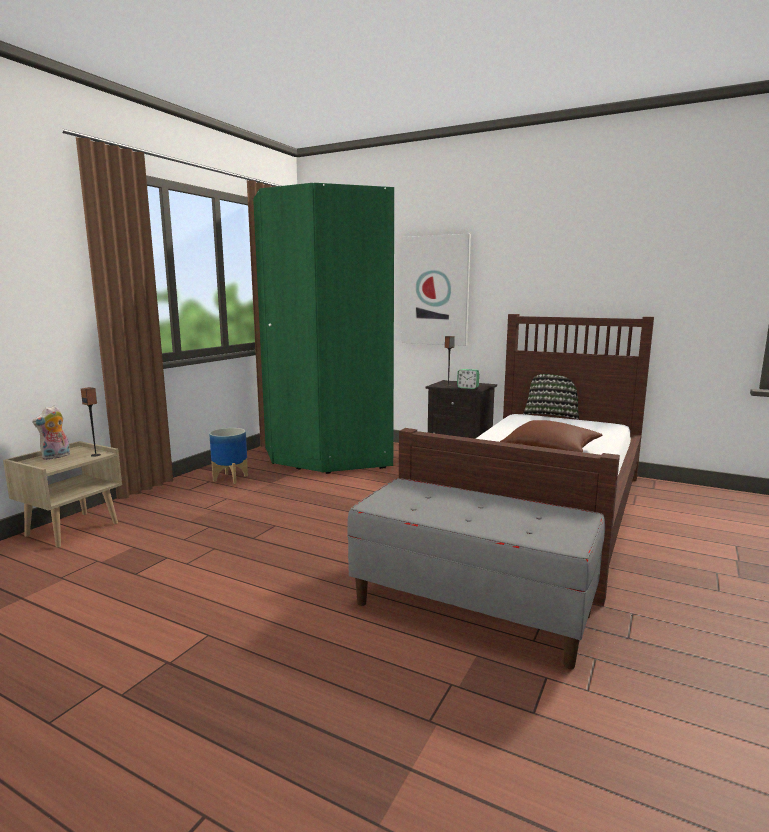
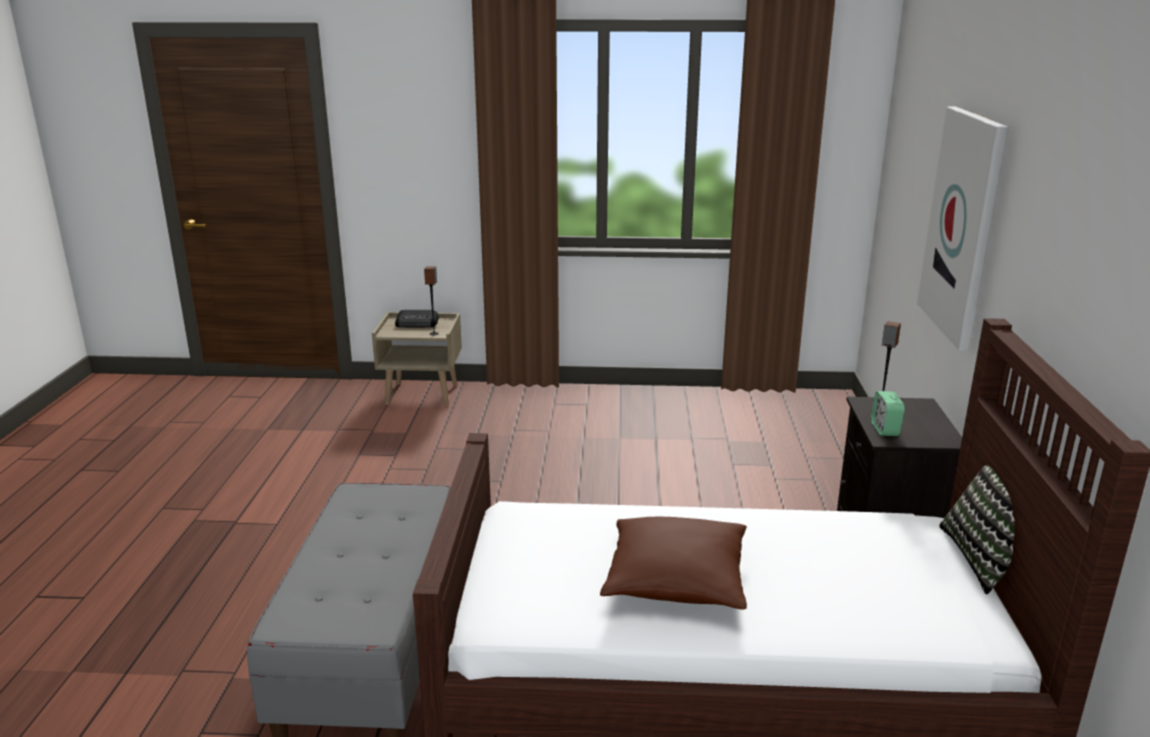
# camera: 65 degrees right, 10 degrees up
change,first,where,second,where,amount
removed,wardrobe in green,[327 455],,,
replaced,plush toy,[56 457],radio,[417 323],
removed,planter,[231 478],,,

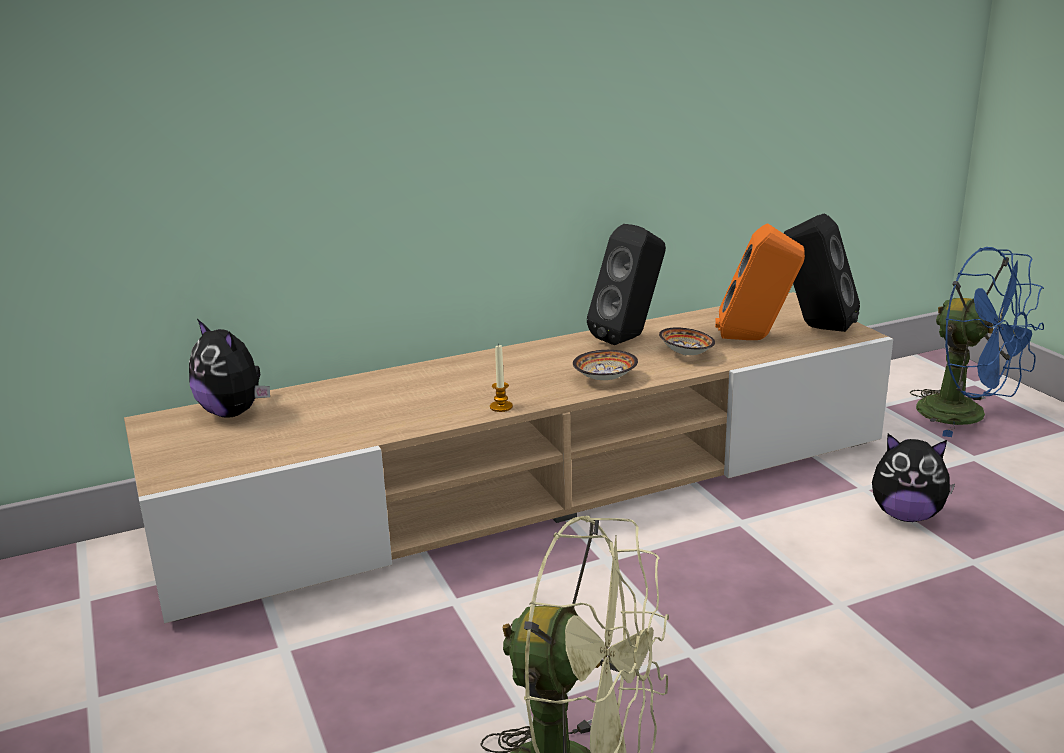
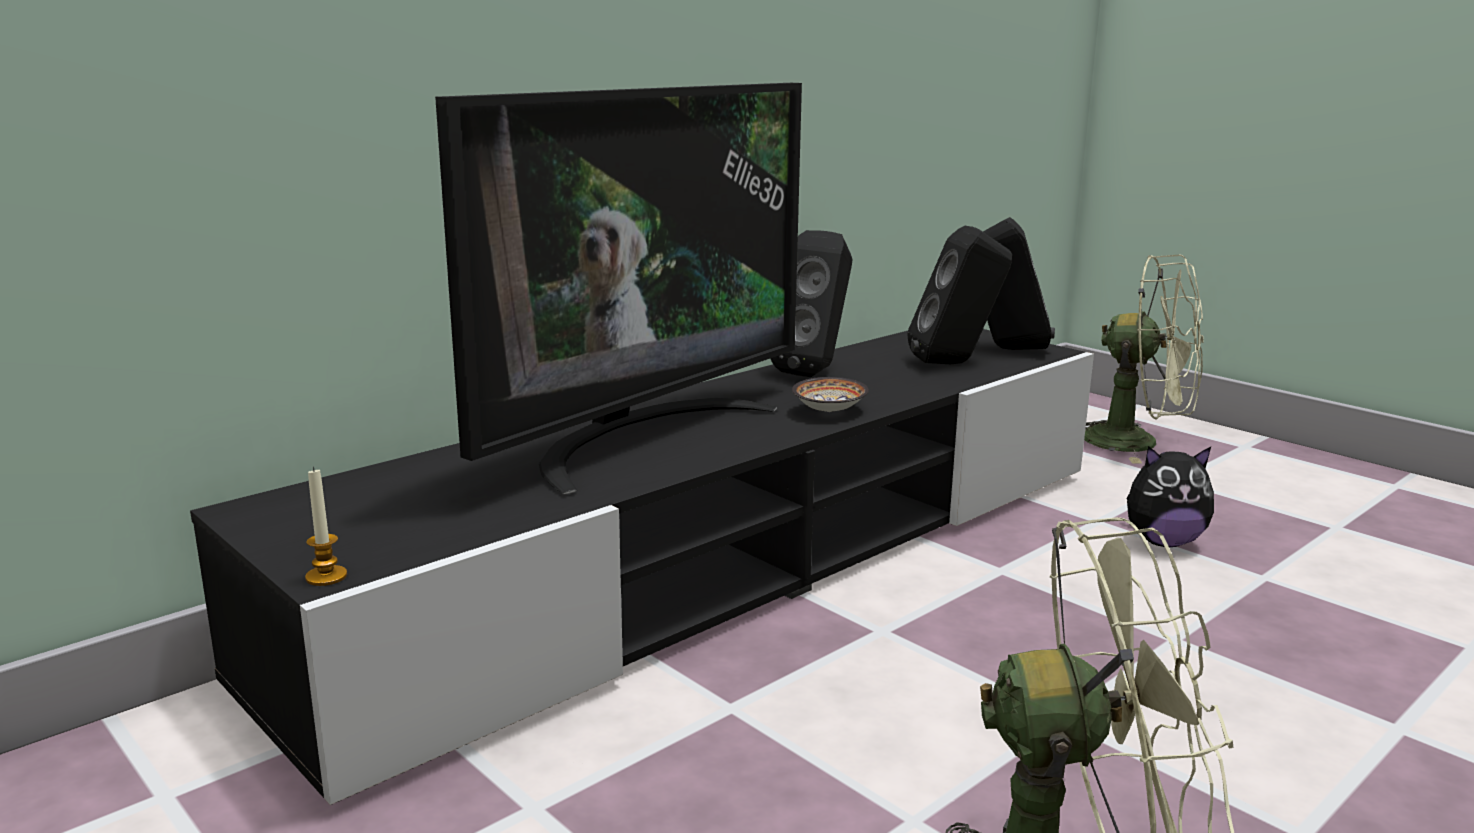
# camera: 20 degrees left, 5 degrees down
change,first,where,second,where,amount
recoloured,speaker in orange,[756 339],speaker in black,[956 363],
recoloured,fan in blue,[966 416],fan in green,[1137 443],
recoloured,tv stand in beige,[537 486],tv stand in black,[737 562],
removed,plush toy,[234 412],,,
removed,bowl,[686 354],,,
moved,candle,[501 407],,[326 577],
added,,,television,[638 436],

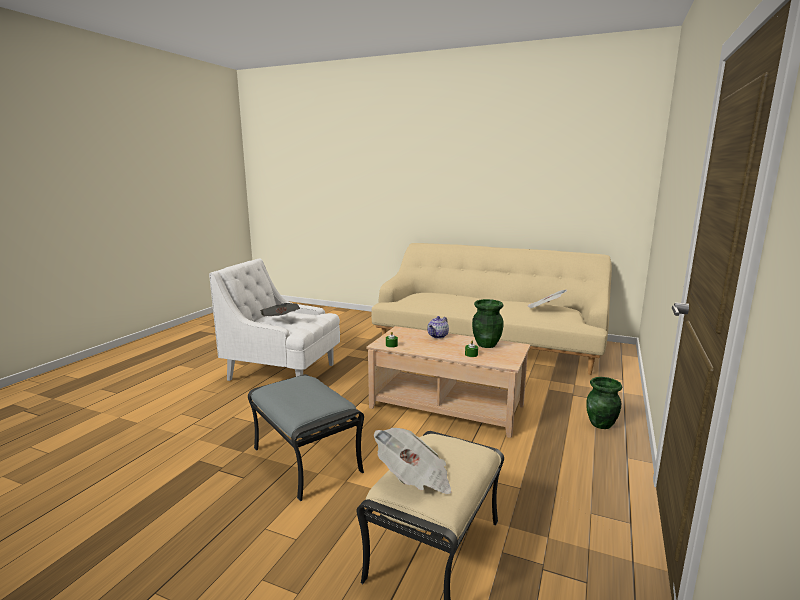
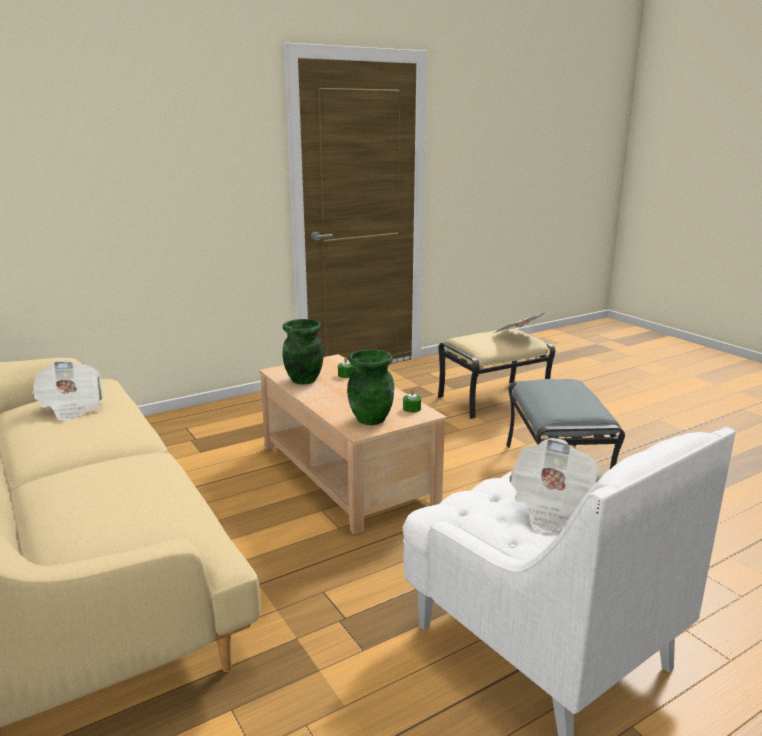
# camera: 145 degrees left, 5 degrees up
change,first,where,second,where,amount
removed,teapot,[438 336],,,
moved,vase in green,[601 424],,[371 419],

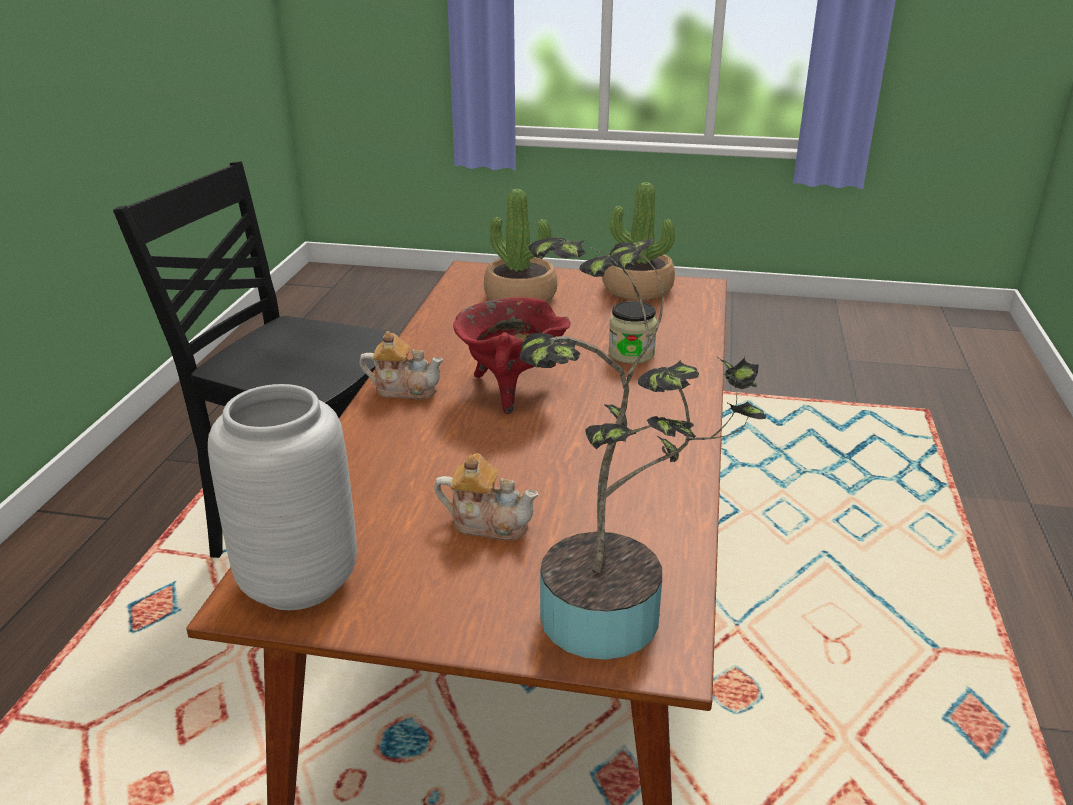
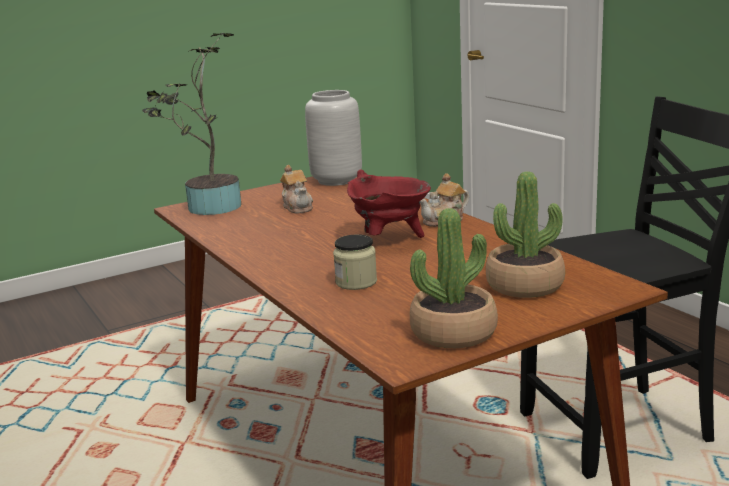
# camera: 140 degrees right, 10 degrees down
change,first,where,second,where,amount
turned,teapot,[488 523],,[298 207],90 degrees counterclockwise

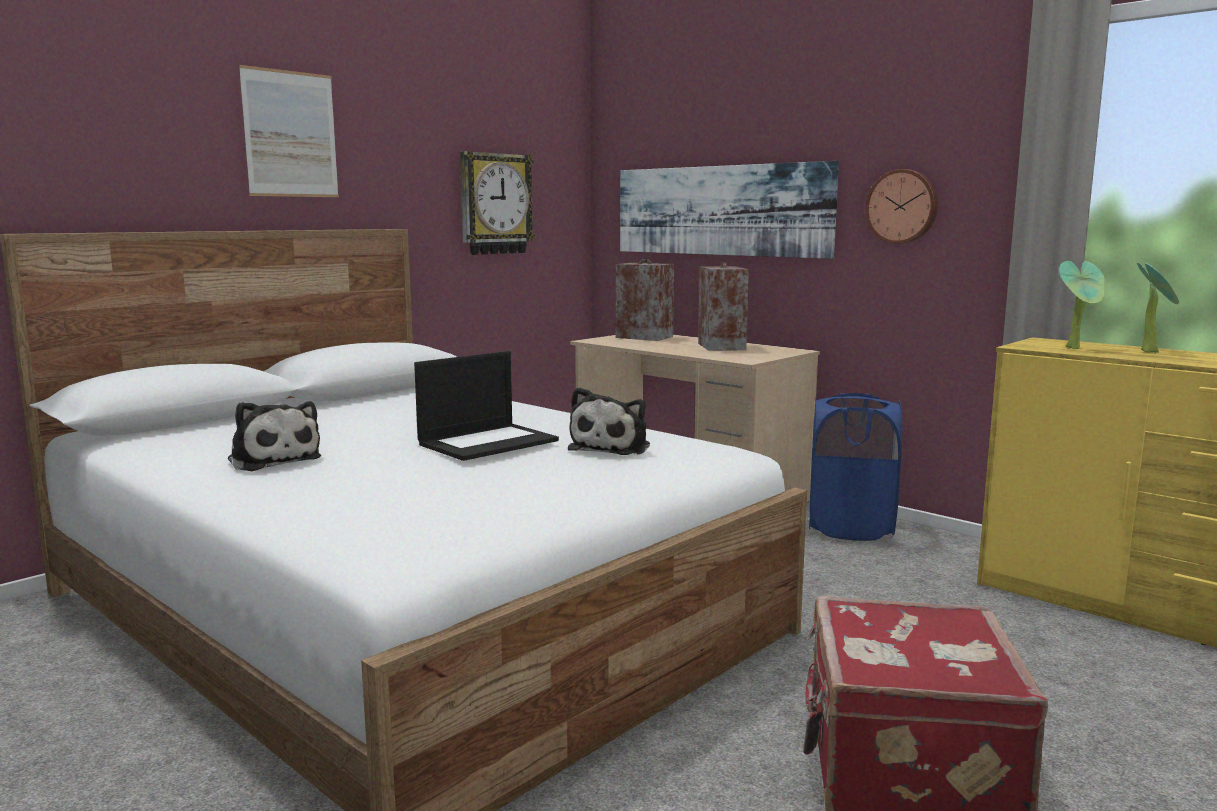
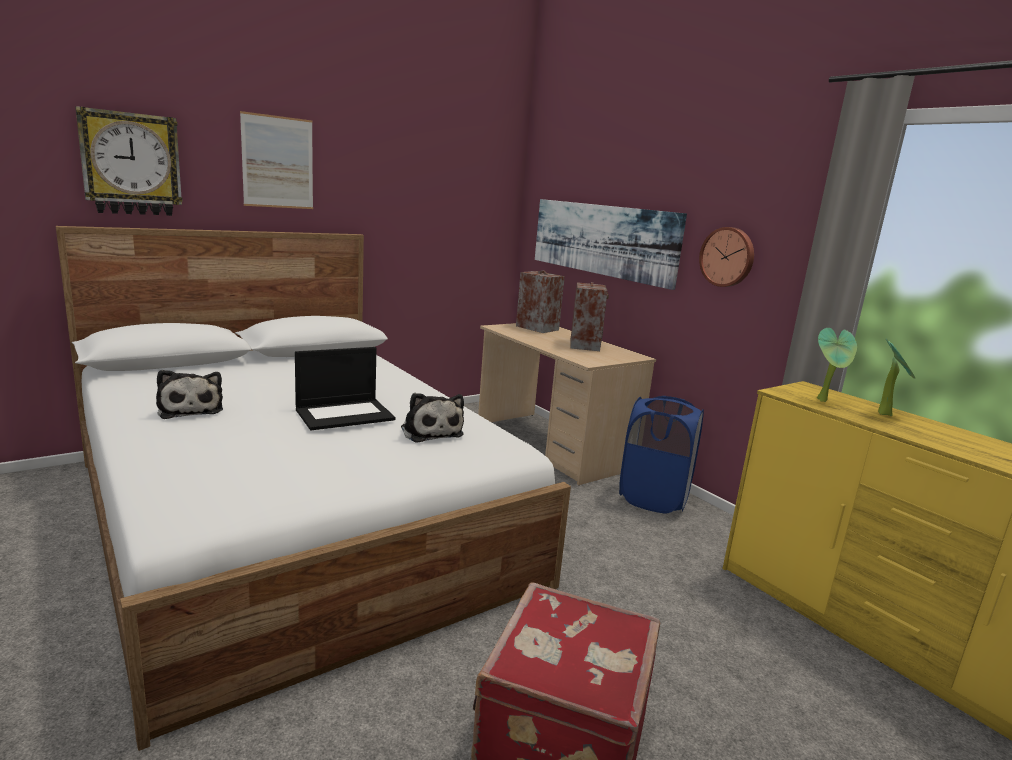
# camera: 10 degrees right, 5 degrees up
change,first,where,second,where,amount
moved,wall clock,[495 204],,[131 164],
turned,plush toy,[612 447],,[431 431],60 degrees counterclockwise

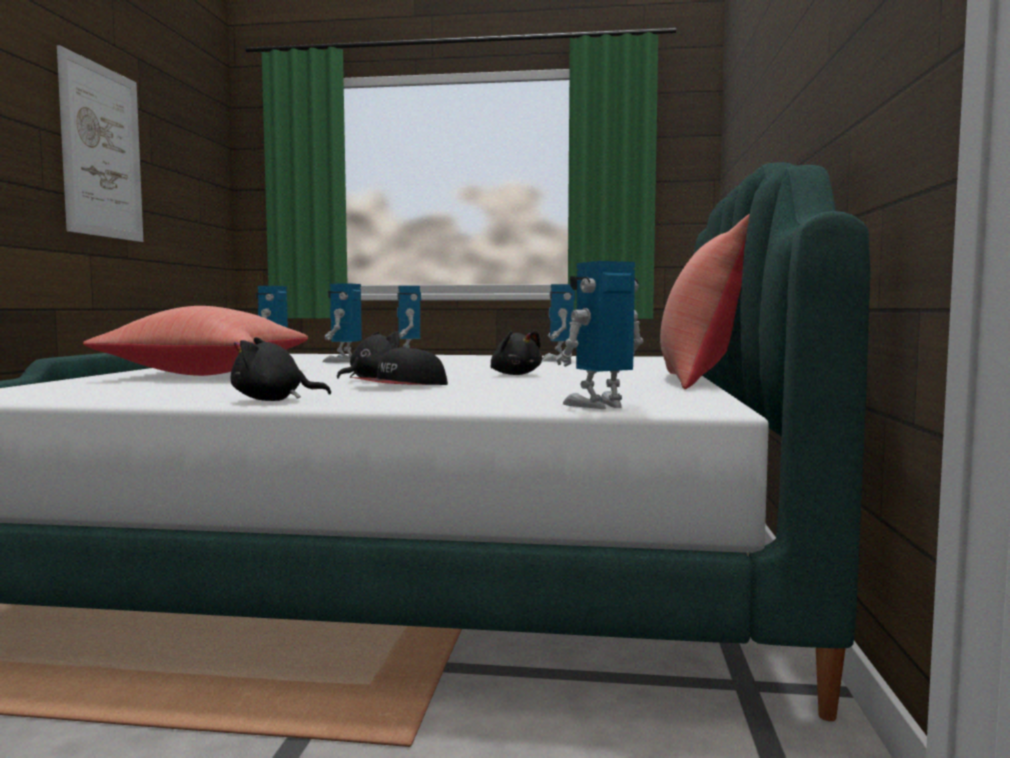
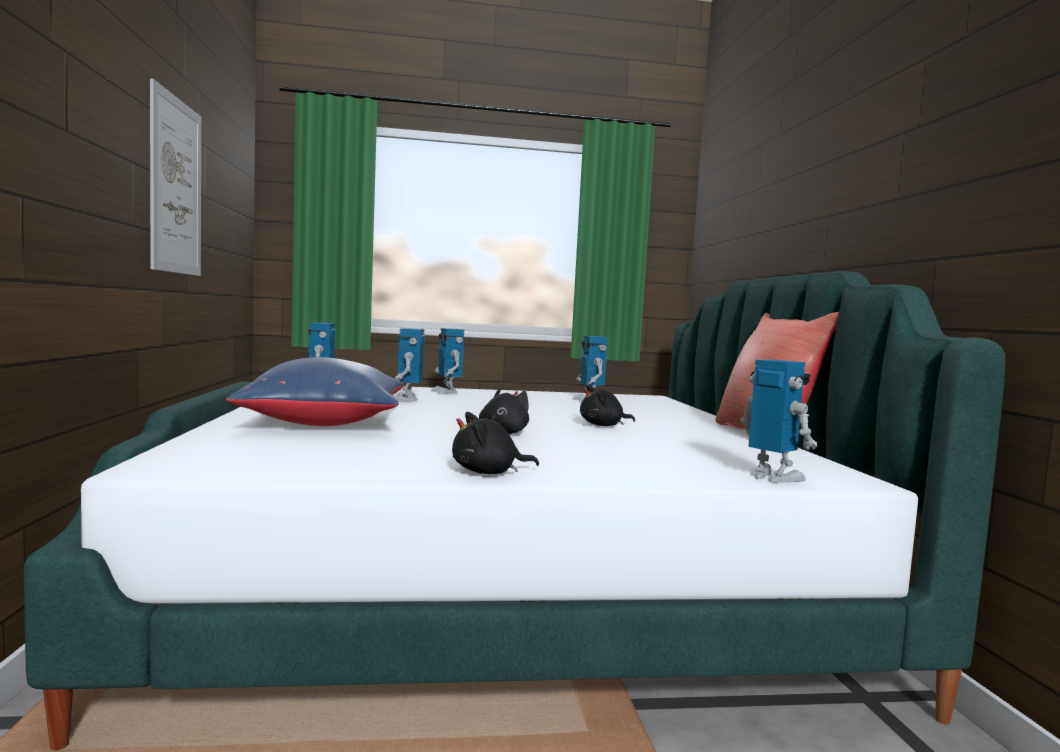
# camera: 15 degrees left, 0 degrees up
change,first,where,second,where,amount
turned,toy robot,[599 406],,[773 478],90 degrees clockwise
recoloured,pillow in red,[209 374],pillow in blue,[327 423],
turned,plush toy in black,[515 374],,[603 425],120 degrees clockwise
removed,cap,[400 386],,,

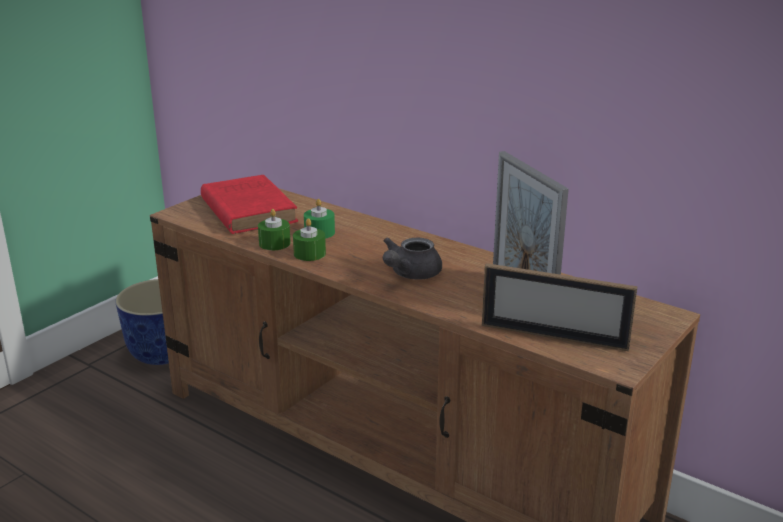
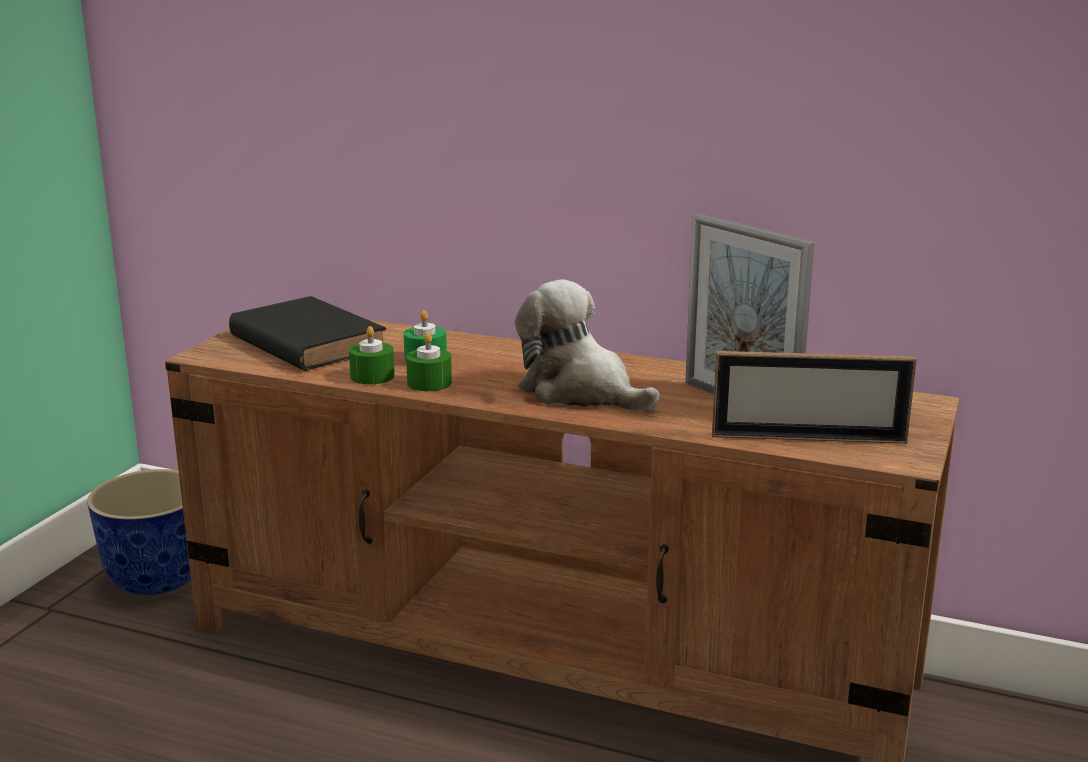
# camera: 15 degrees left, 5 degrees down
change,first,where,second,where,amount
recoloured,book in red,[247 209],book in black,[305 342],
replaced,teapot in grey,[410 274],plush toy,[580 392],

